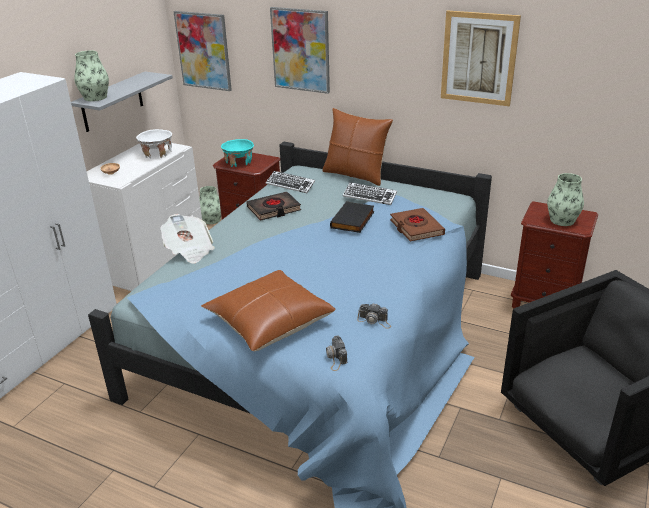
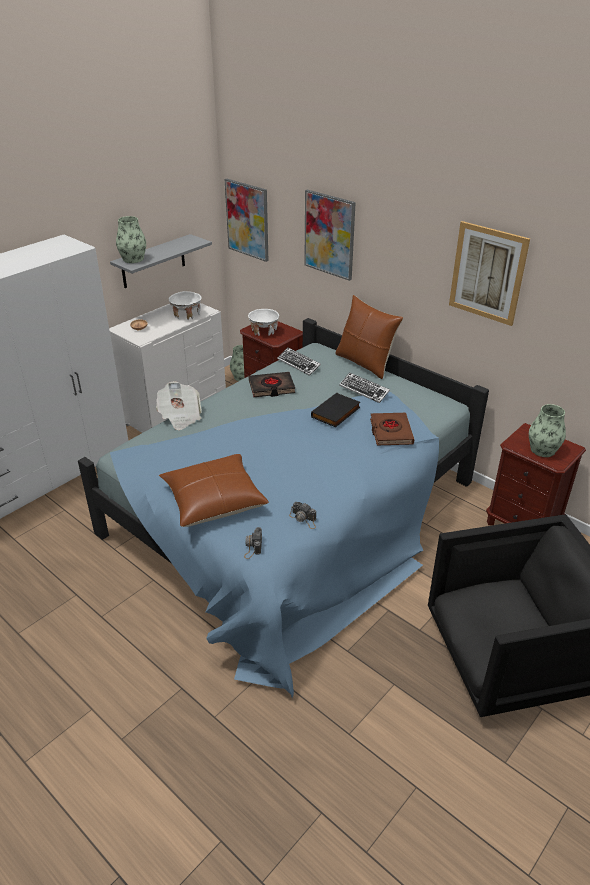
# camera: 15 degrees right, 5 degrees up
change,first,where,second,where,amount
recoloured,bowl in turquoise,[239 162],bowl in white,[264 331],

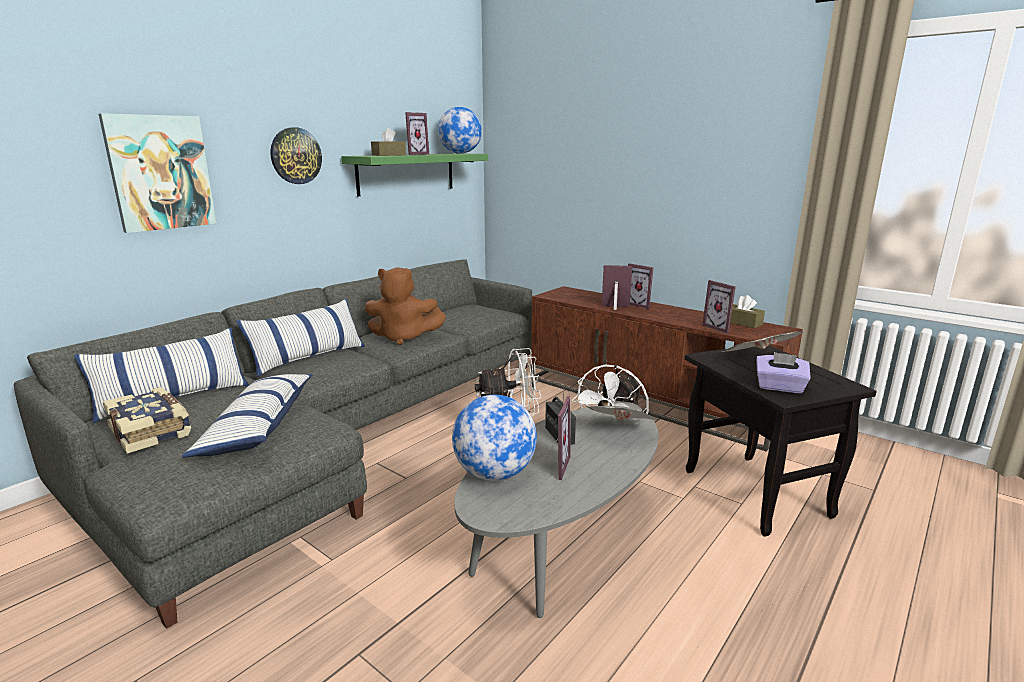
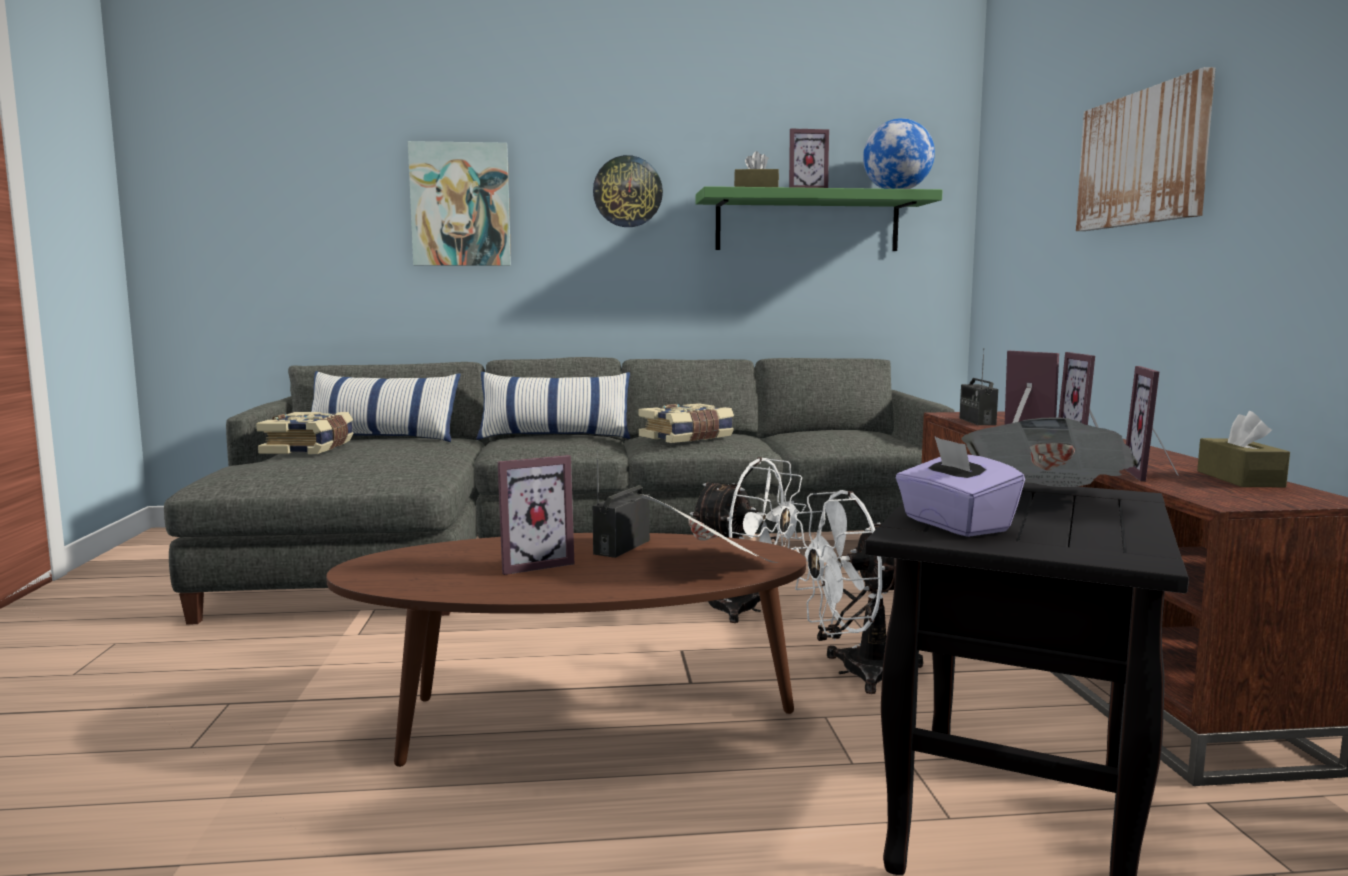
# camera: 45 degrees right, 10 degrees down
change,first,where,second,where,amount
replaced,plush toy in brown,[404 338],book,[687 438],
removed,pillow,[258 427],,,
removed,globe,[494 474],,,
recoloured,coffee table in grey,[563 542],coffee table in brown,[575 723],
added,,,picture,[1142 158],
added,,,radio,[977 421],

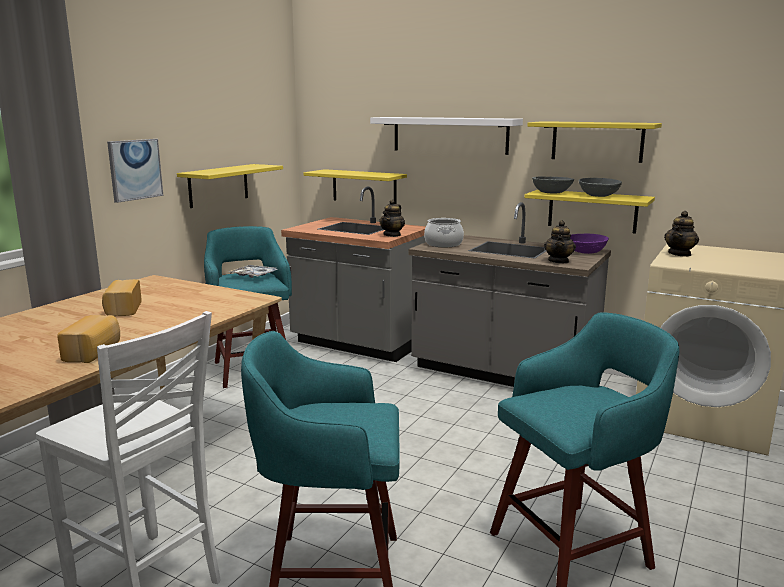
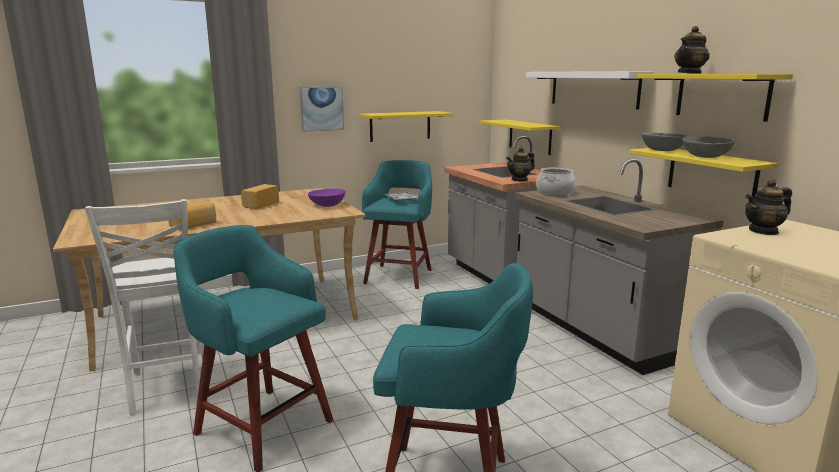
# camera: 35 degrees right, 0 degrees up
change,first,where,second,where,amount
moved,teapot,[559 261],,[690 73],
moved,bowl in purple,[585 252],,[328 205],

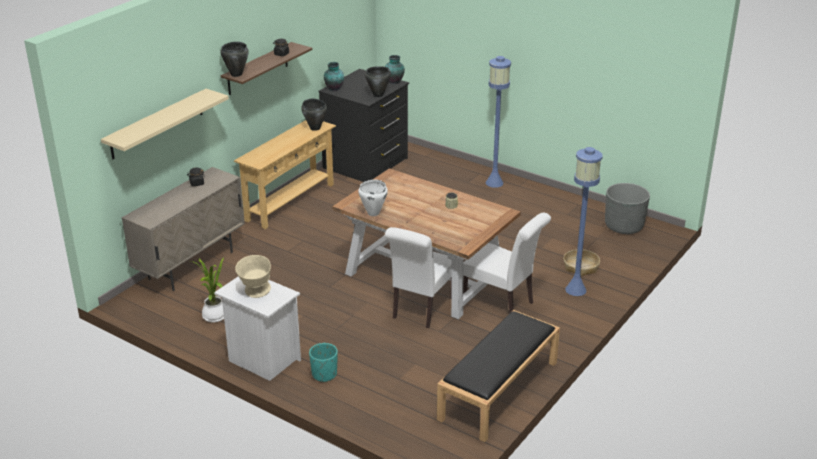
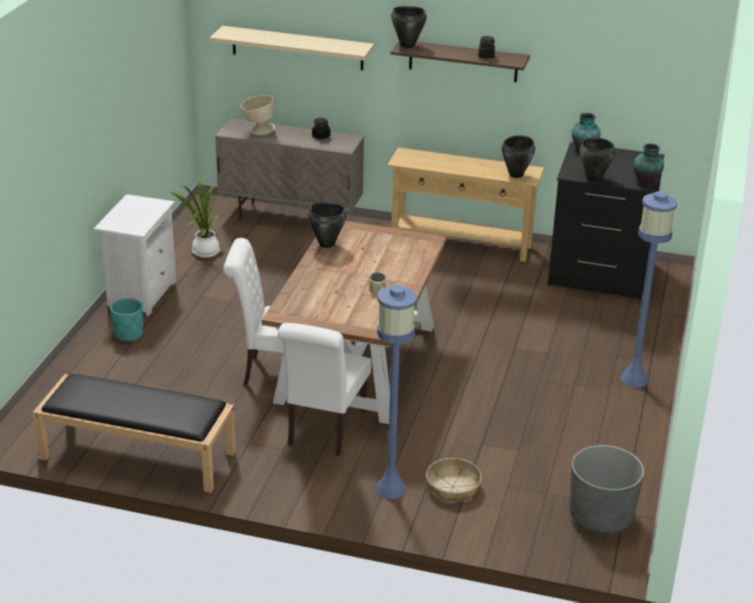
# camera: 70 degrees right, 0 degrees up
change,first,where,second,where,amount
recoloured,cooking pot in white,[373 213],cooking pot in black,[326 244],
moved,bowl in beige,[255 293],,[257 131],

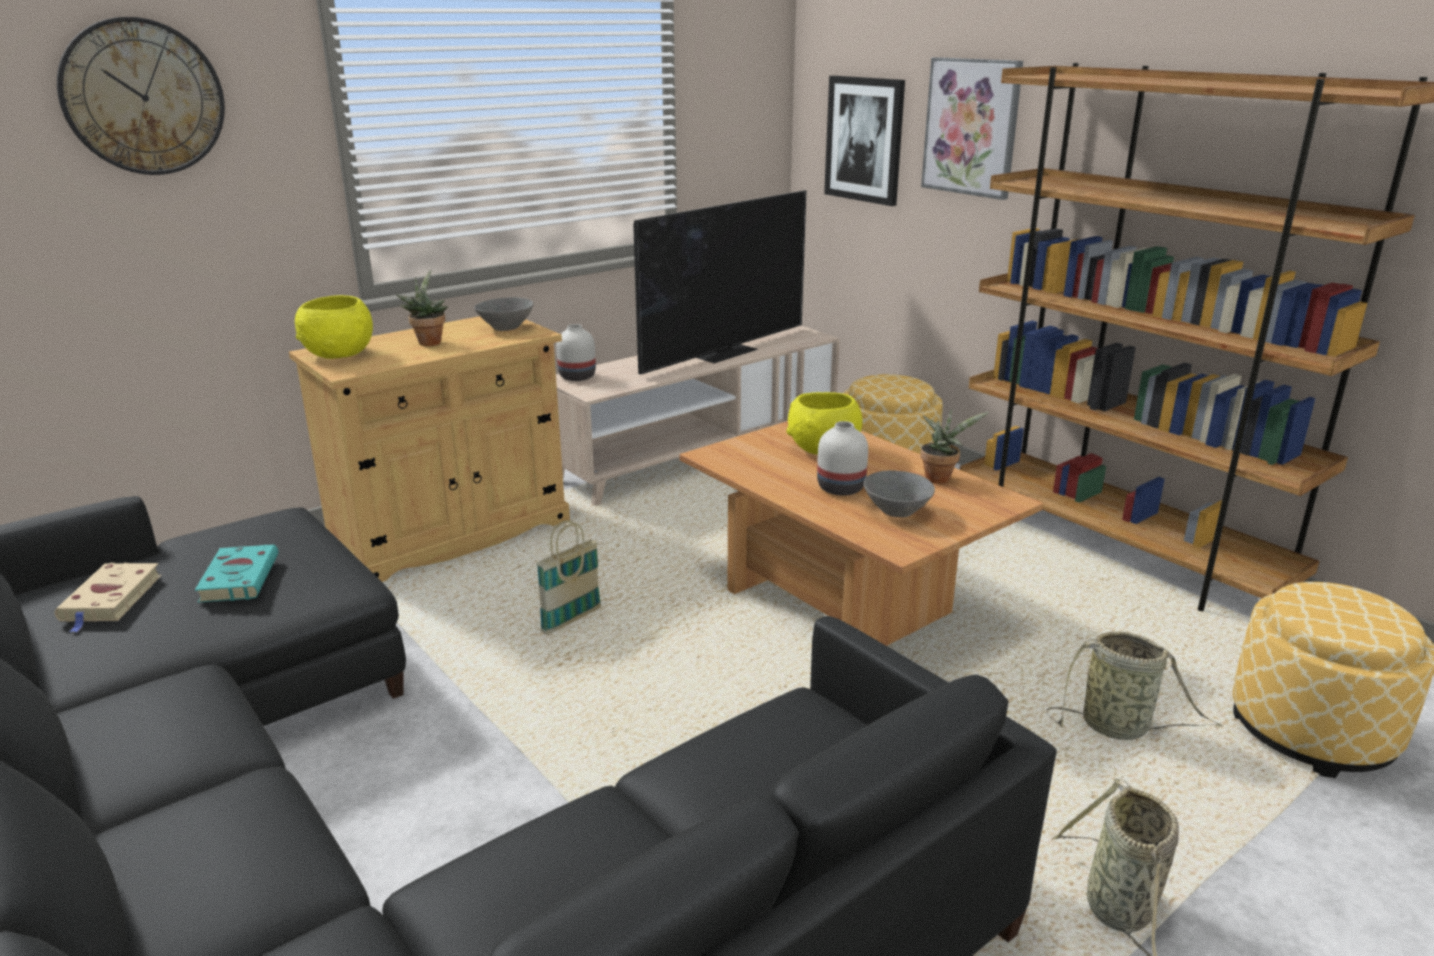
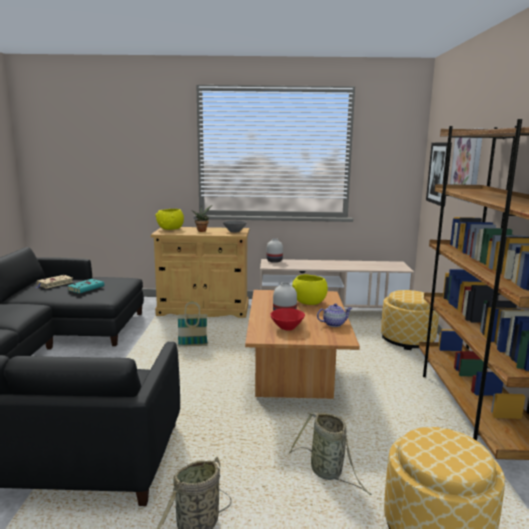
# camera: 40 degrees right, 10 degrees down
change,first,where,second,where,amount
removed,wall clock,[143 97],,,
removed,television,[724 352],,,
replaced,potted plant,[940 478],teapot,[334 324],
recoloured,bowl in grey,[897 512],bowl in red,[287 328],

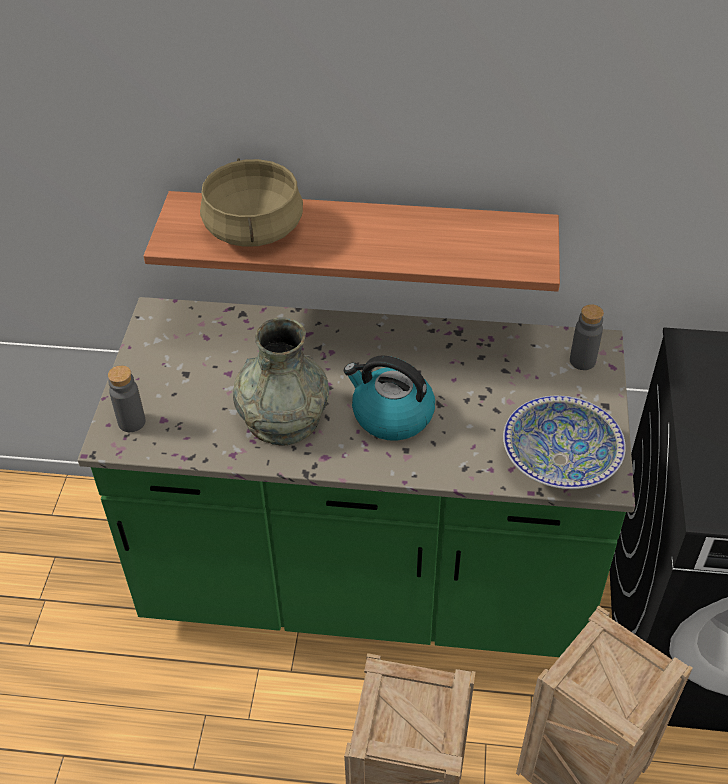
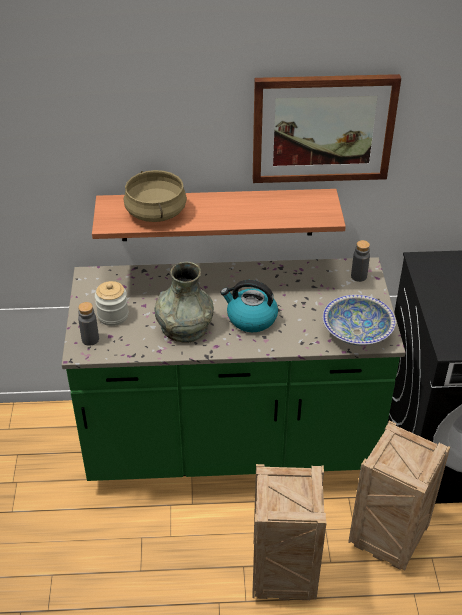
# camera: 10 degrees left, 5 degrees down
change,first,where,second,where,amount
added,,,picture,[323 128],
added,,,jar,[113 316],

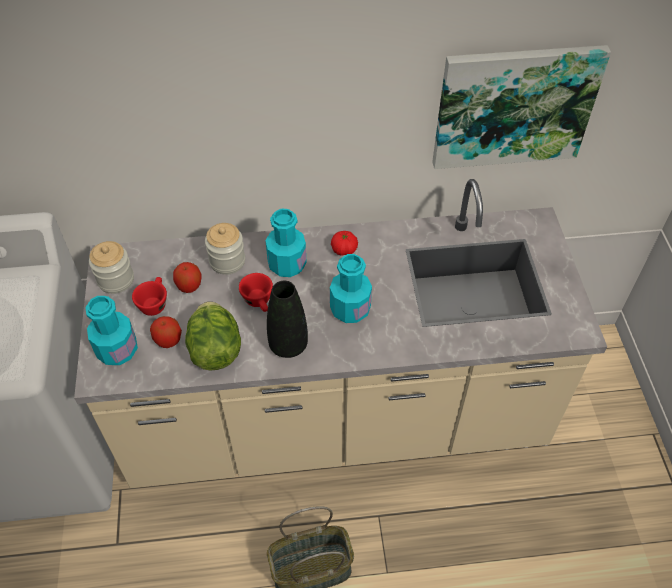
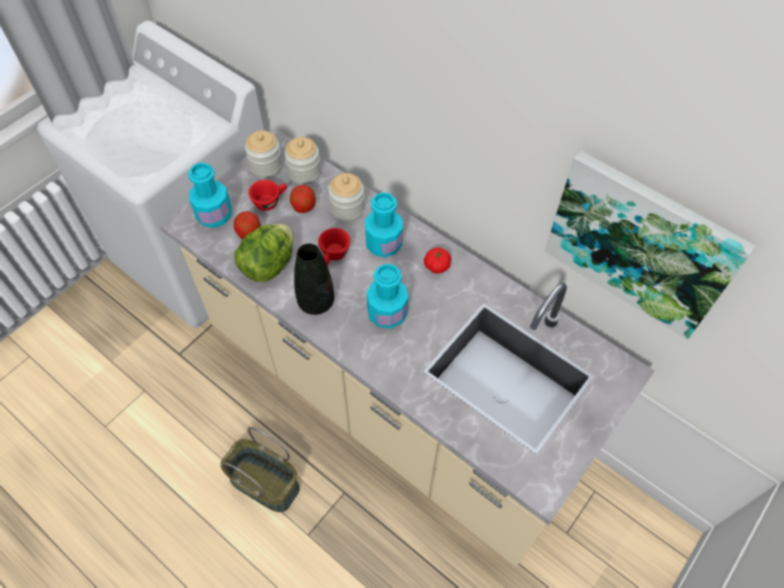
# camera: 45 degrees right, 5 degrees up
change,first,where,second,where,amount
added,,,jar,[304 173],

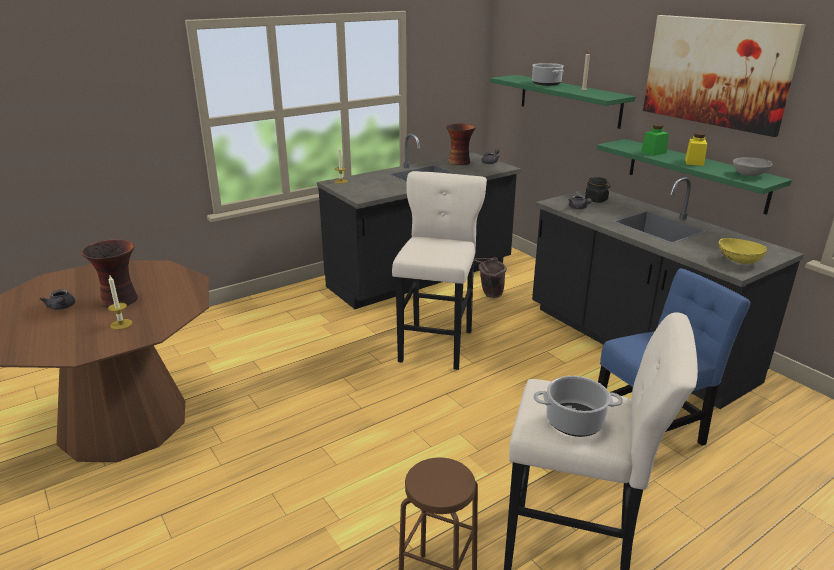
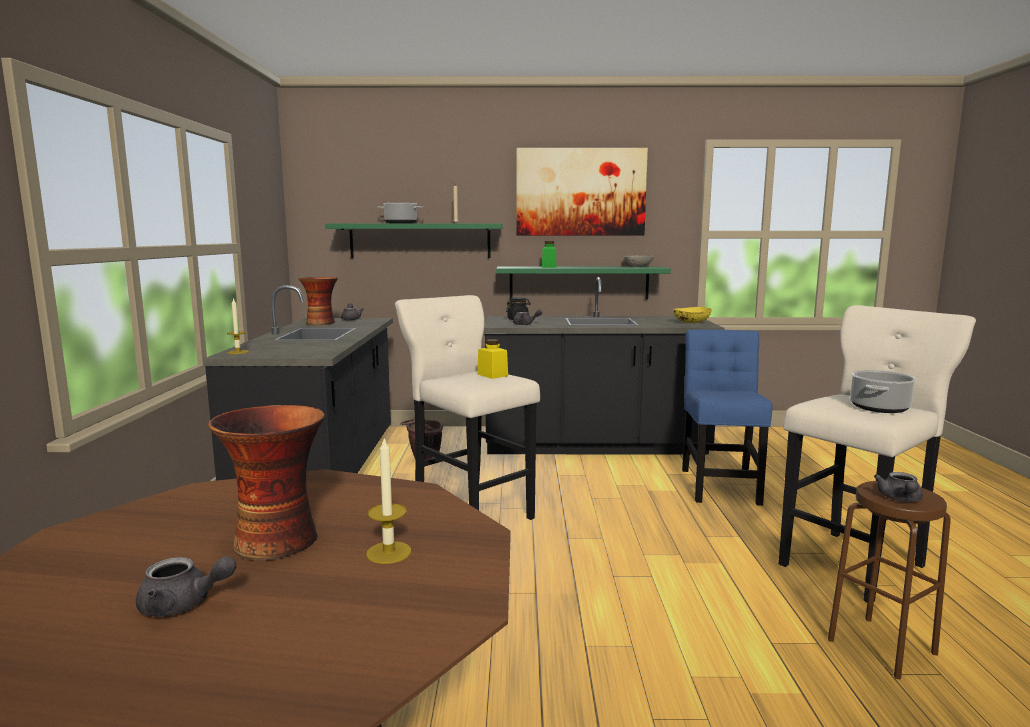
# camera: 55 degrees left, 15 degrees down
change,first,where,second,where,amount
moved,jar in yellow,[694 162],,[492 375],
added,,,teapot in grey,[900 499],

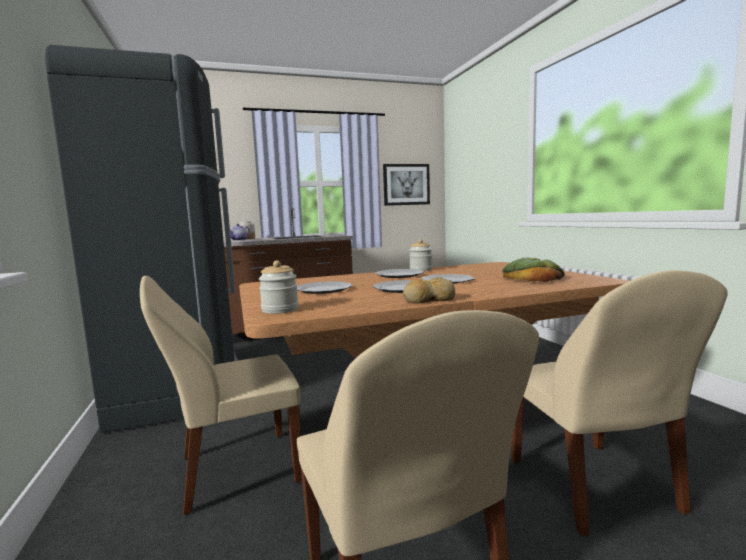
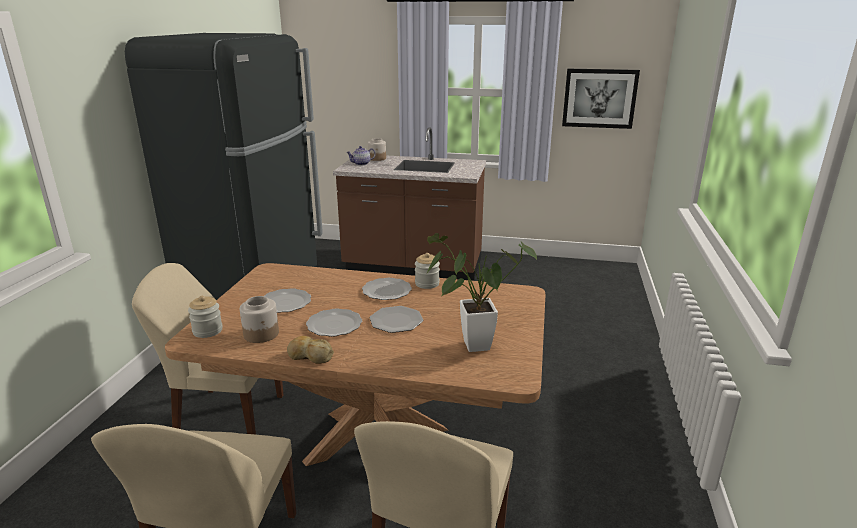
# camera: 30 degrees right, 15 degrees up
change,first,where,second,where,amount
replaced,bread,[532 278],potted plant,[469 346],
added,,,jar,[261 334],

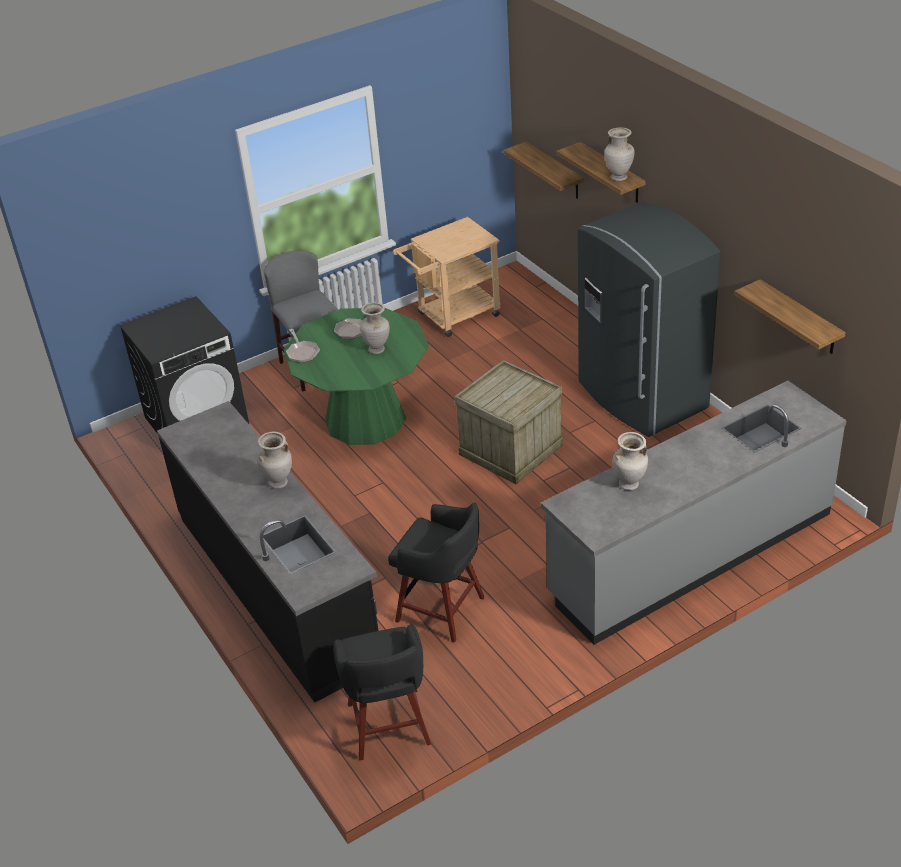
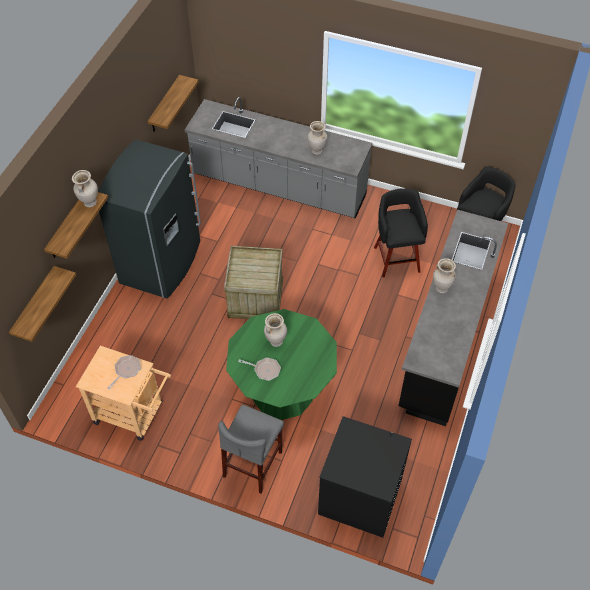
# camera: 130 degrees left, 15 degrees up
change,first,where,second,where,amount
moved,frying pan,[302 352],,[126 370],

